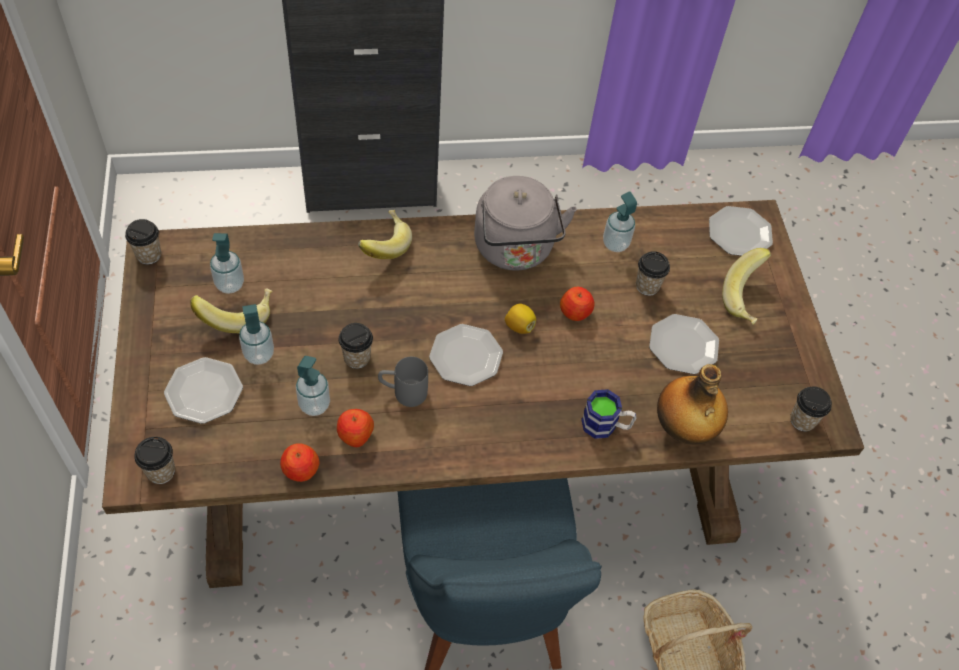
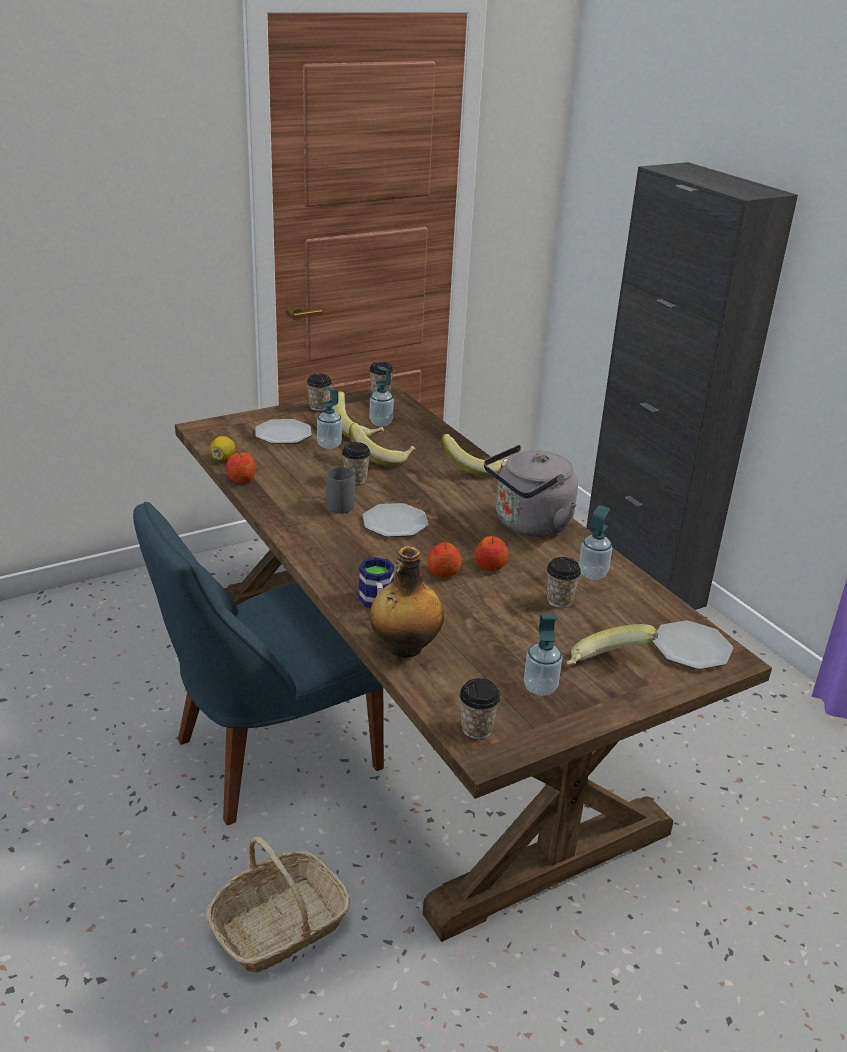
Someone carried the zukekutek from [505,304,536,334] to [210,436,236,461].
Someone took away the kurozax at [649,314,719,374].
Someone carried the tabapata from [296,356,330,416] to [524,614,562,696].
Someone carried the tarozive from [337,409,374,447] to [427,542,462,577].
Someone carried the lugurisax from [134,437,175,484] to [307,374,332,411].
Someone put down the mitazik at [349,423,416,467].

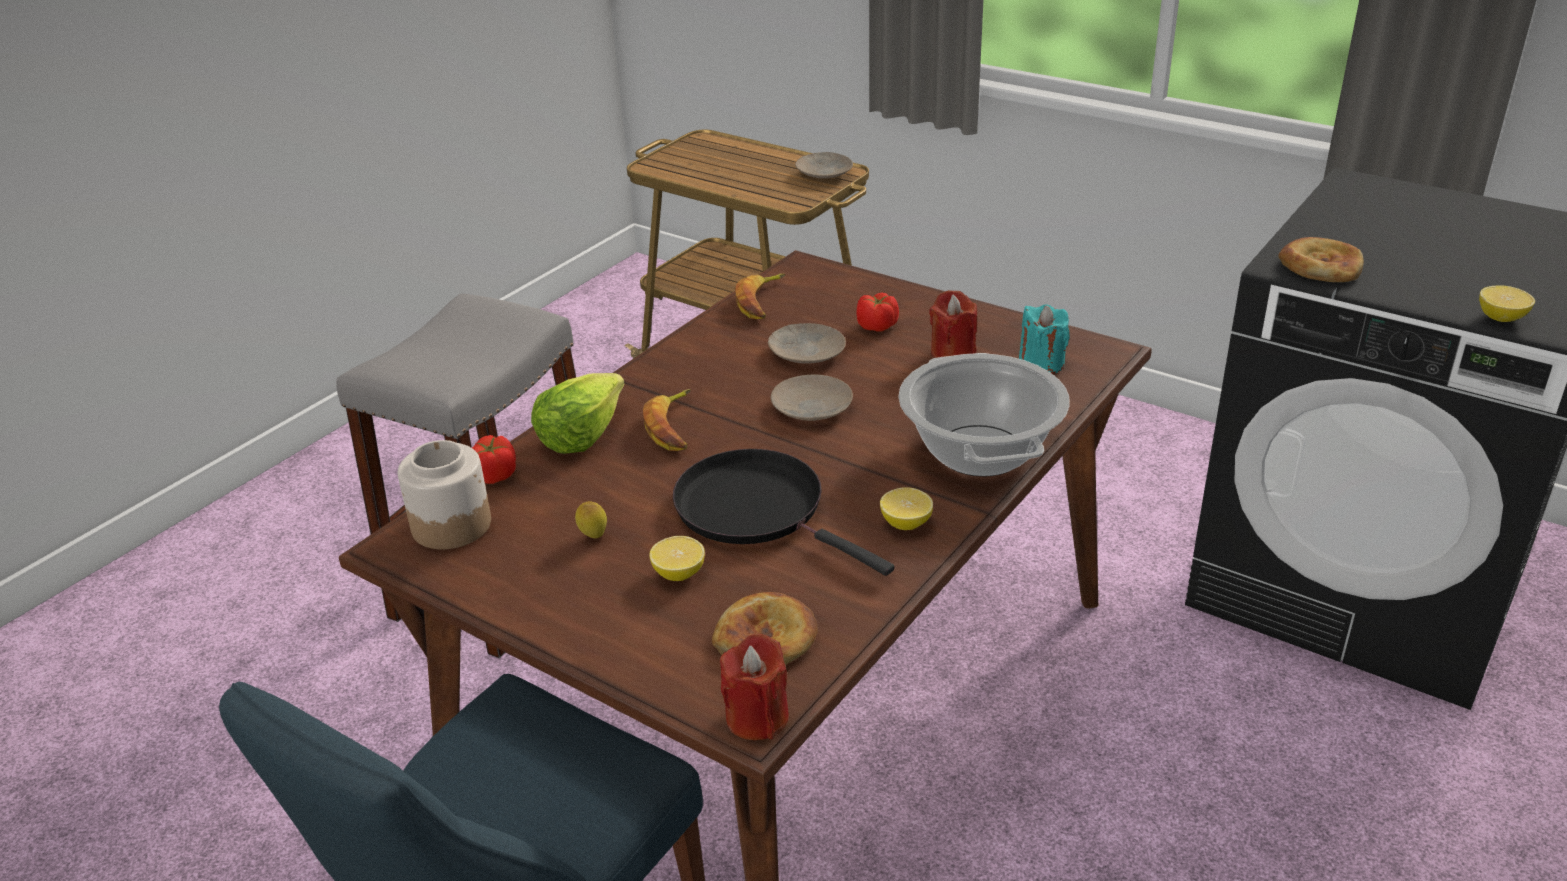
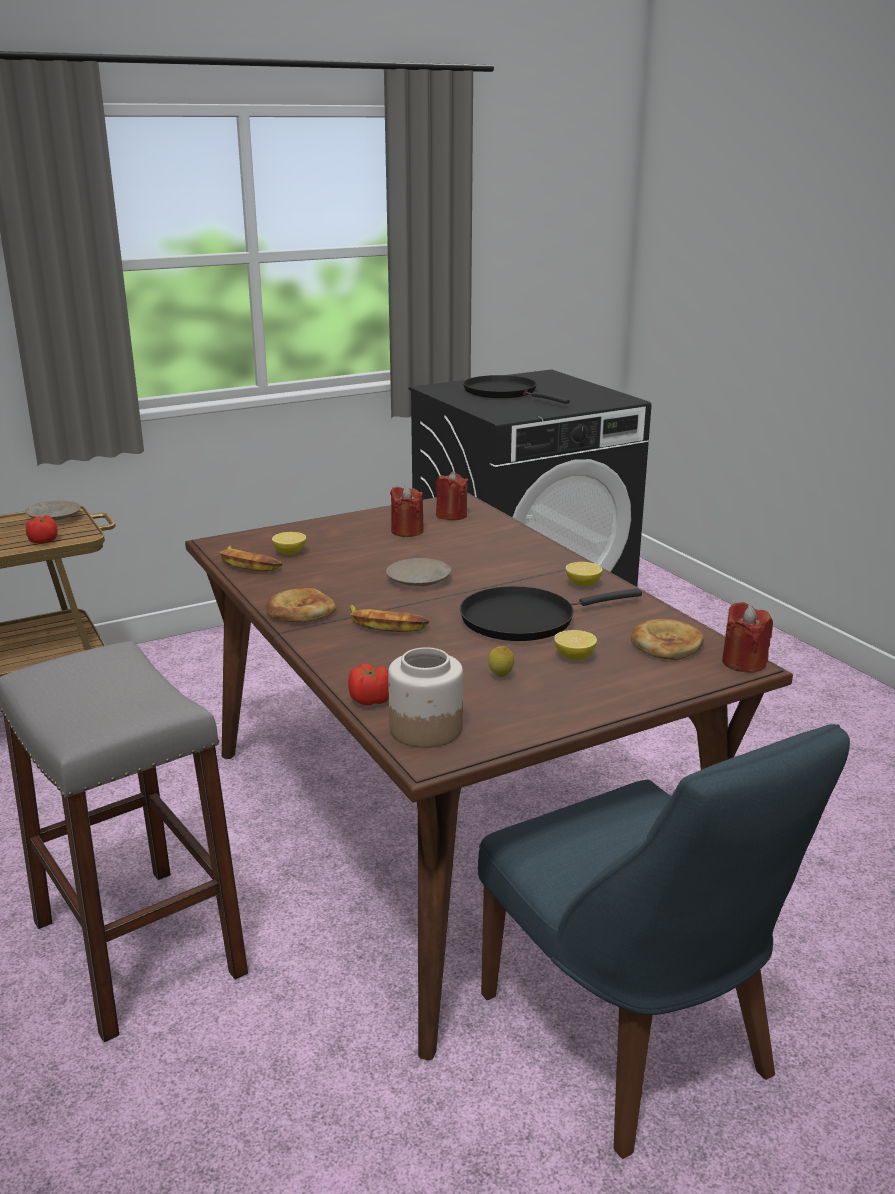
Someone carried the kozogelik from [1278,237,1364,282] to [266,588,337,622].
Someone carried the zukekutek from [1479,285,1535,322] to [272,532,306,555].
Someone carried the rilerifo from [856,293,899,332] to [26,515,58,544].
Someone repainted the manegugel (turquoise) at [1019,304,1070,374], which became the manegugel (red) at [436,471,468,520].
Someone took away the kurozax (beige) at [768,323,846,364].
Someone took away the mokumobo at [898,353,1070,477].
Someone took away the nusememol at [531,373,625,454].
Someone put down the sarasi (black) at [463,375,570,404].

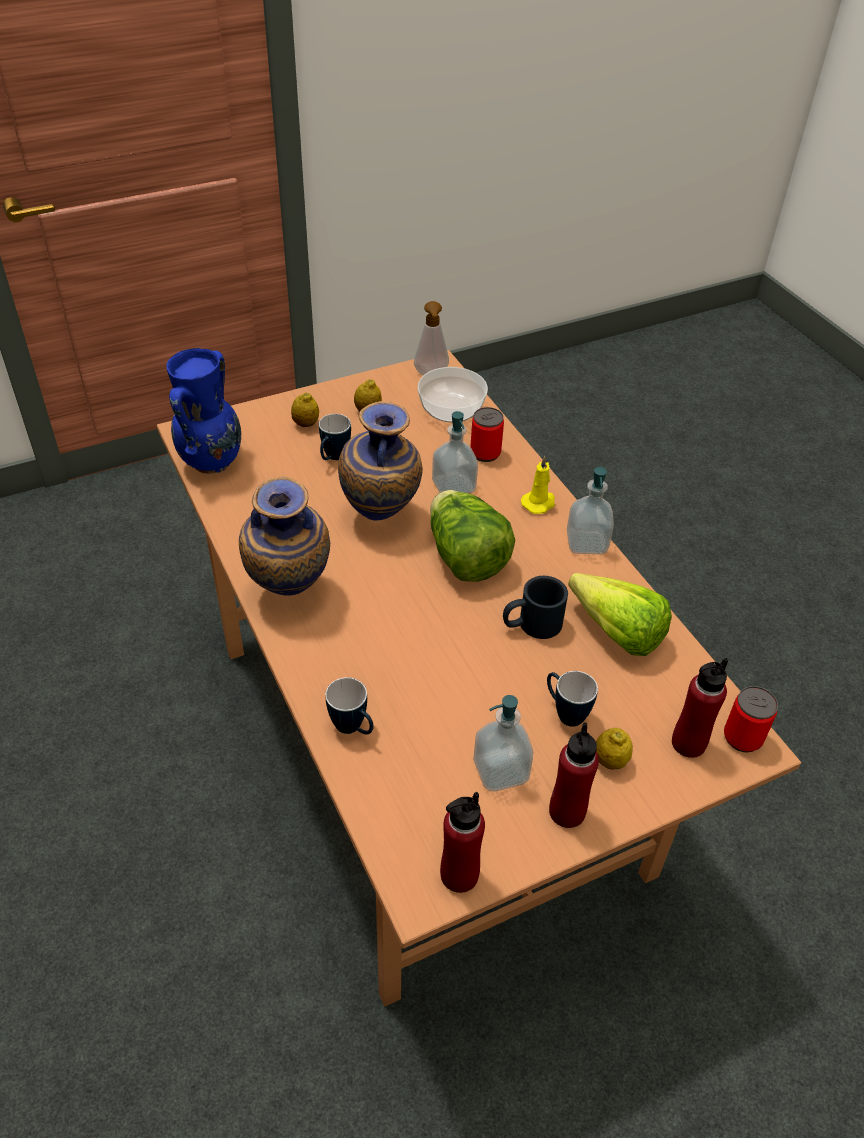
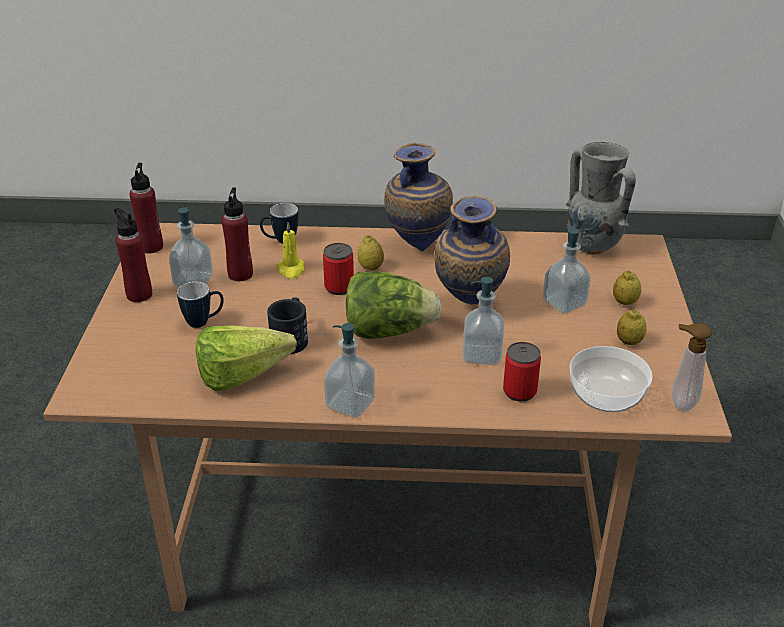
Someone repainted the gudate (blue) at [167,348,241,474], which became the gudate (grey) at [565,142,636,255].
Someone swapped the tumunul at [319,414,351,460] for the tabapata at [543,228,591,314].
Someone carried the manegugel (yellow) from [521,456,555,514] to [277,222,305,279].
Someone carried the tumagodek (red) from [672,658,728,758] to [222,187,253,281].
Someone carried the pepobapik from [724,686,778,753] to [323,243,354,295].
Someone carried the zukekutek from [596,728,633,770] to [358,235,384,270].

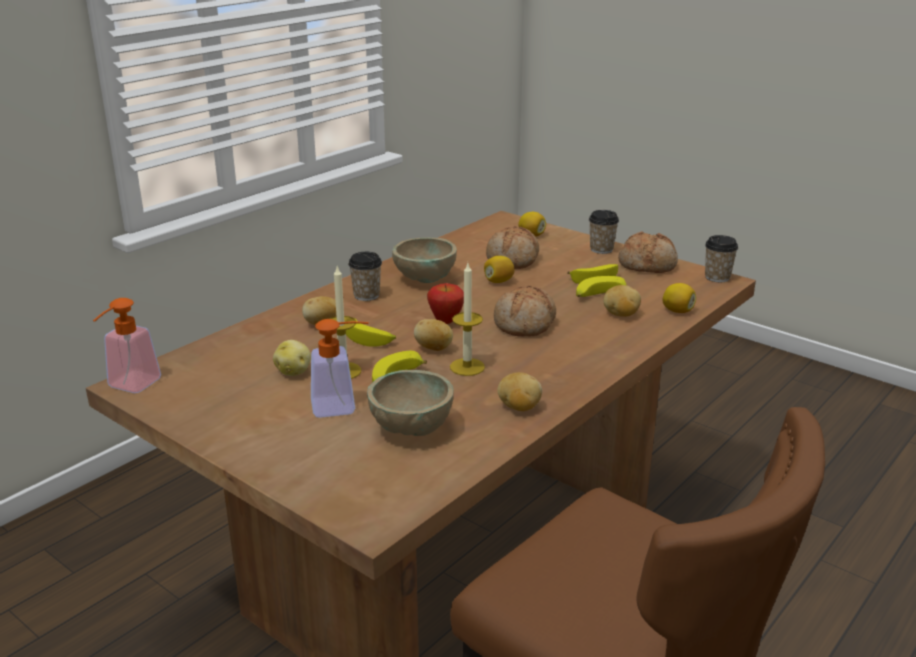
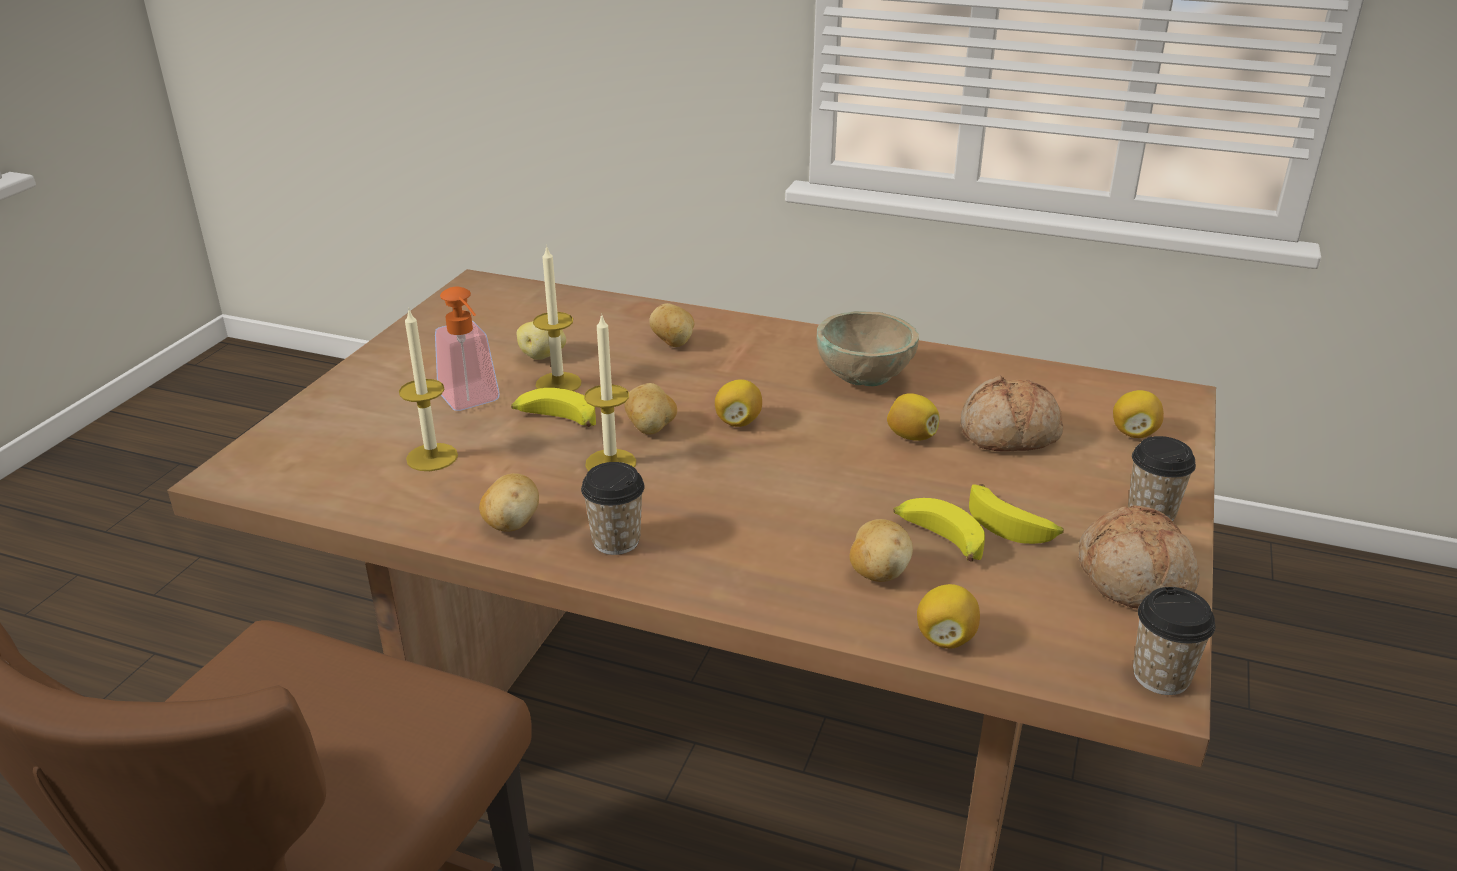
Someone carried the lugurisax from [348,252,382,301] to [581,462,645,555].
Someone swapped the tarozive at [427,283,464,324] for the zukekutek at [715,379,762,427].
Someone took away the kozogelik at [494,286,556,337].
Someone took away the tabapata at [93,298,161,393].
Someone took away the mitazik at [346,318,396,347].
Someone swapped the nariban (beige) at [367,370,454,436] for the manegugel at [399,310,458,471].

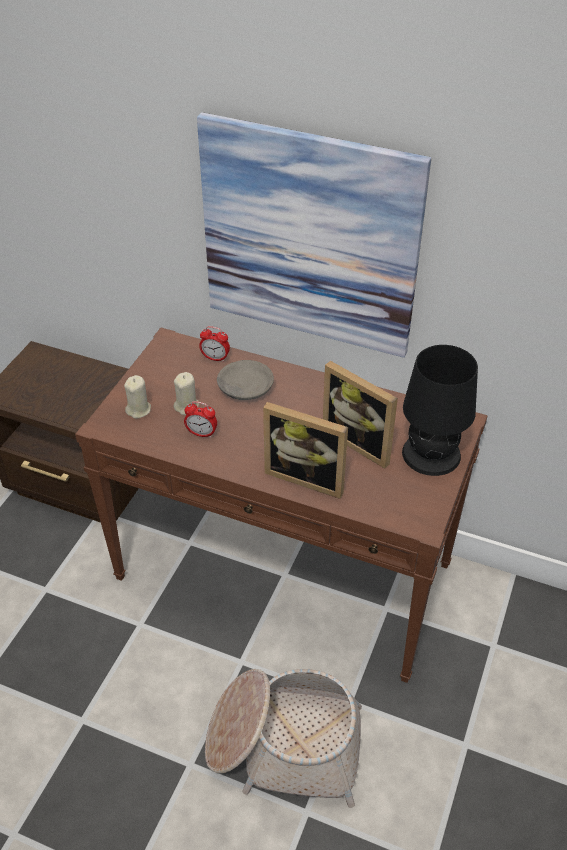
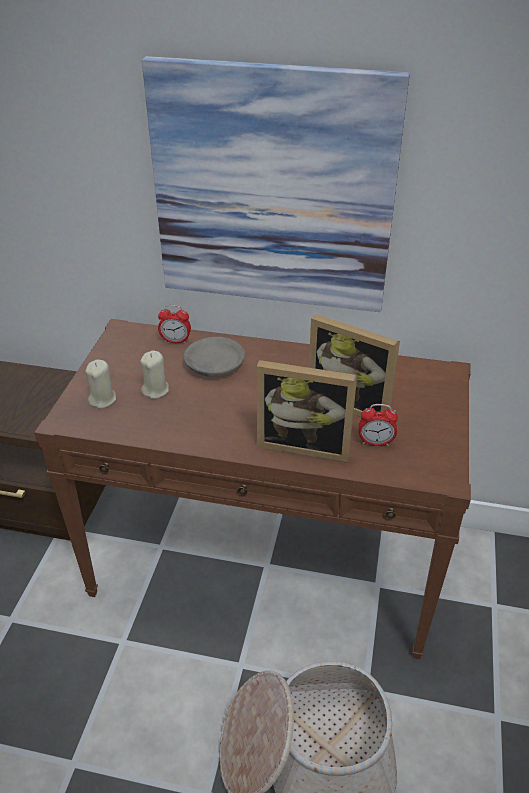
Someone took away the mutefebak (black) at [402,345,478,476].
Someone carried the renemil from [184,401,217,438] to [359,404,398,446].

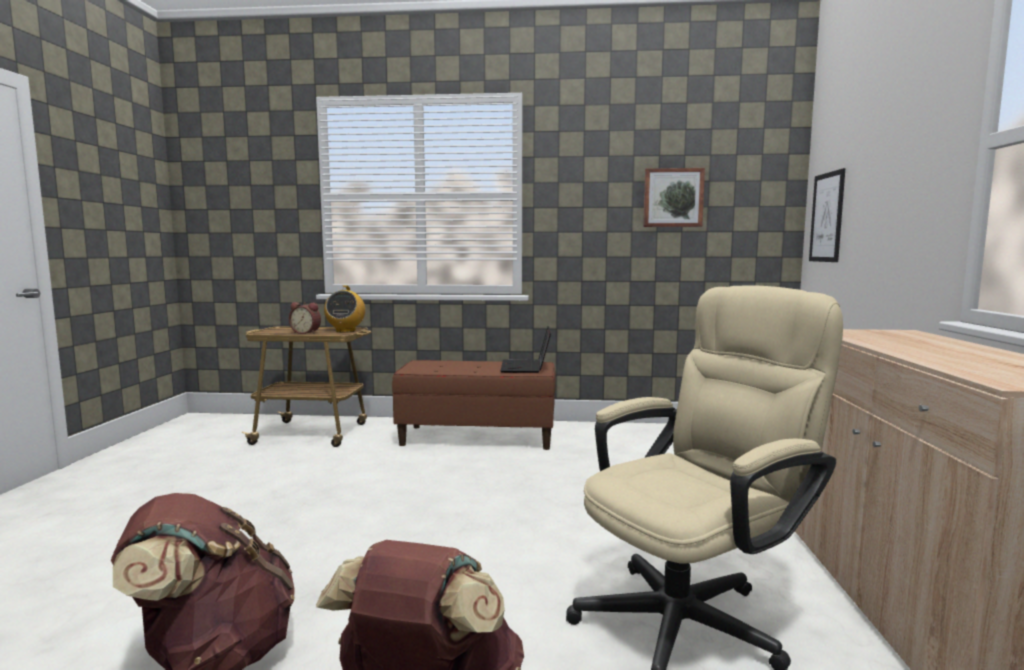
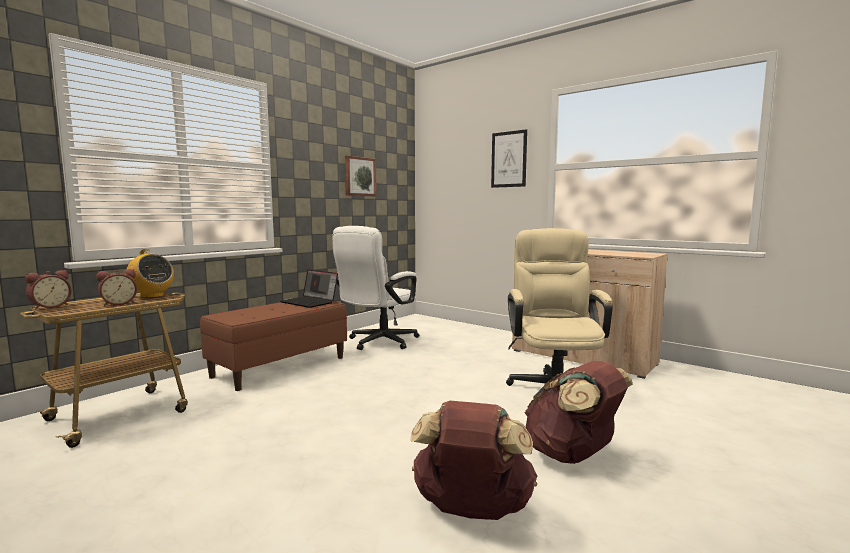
Someone carried the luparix from [809,168,845,262] to [491,129,527,188].
Someone put down the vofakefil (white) at [332,226,420,350].
Someone put down the renemil at [25,270,71,310].

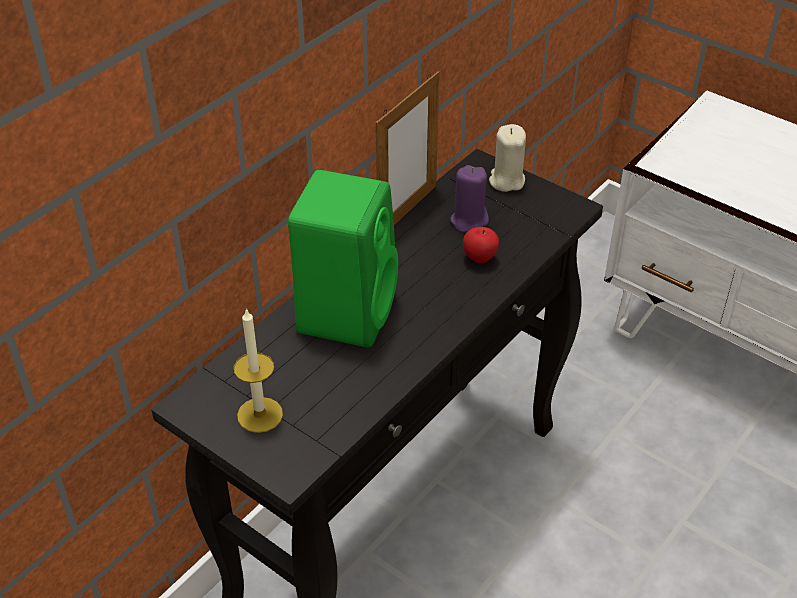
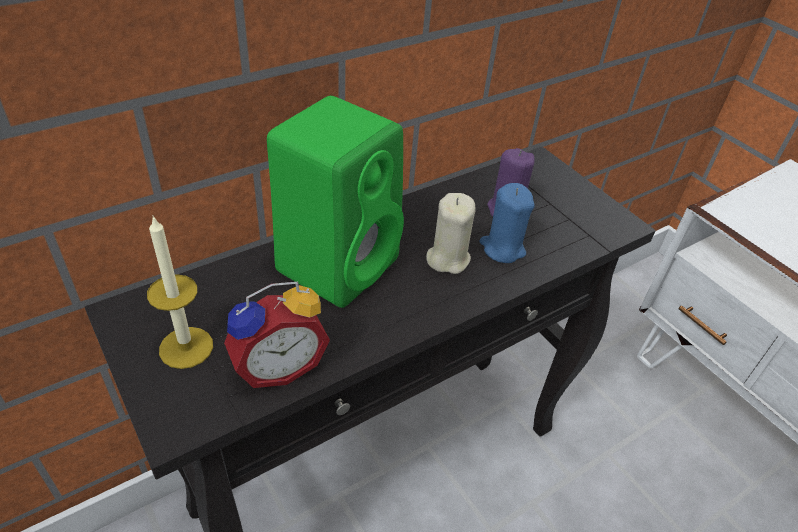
Someone took away the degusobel at [376,71,439,225].
Someone carried the manegugel (beige) from [489,124,526,192] to [426,193,475,274].
Someone swapped the tarozive at [463,227,499,263] for the manegugel (blue) at [480,183,535,263].
Someone put down the renemil at [224,282,330,388].

